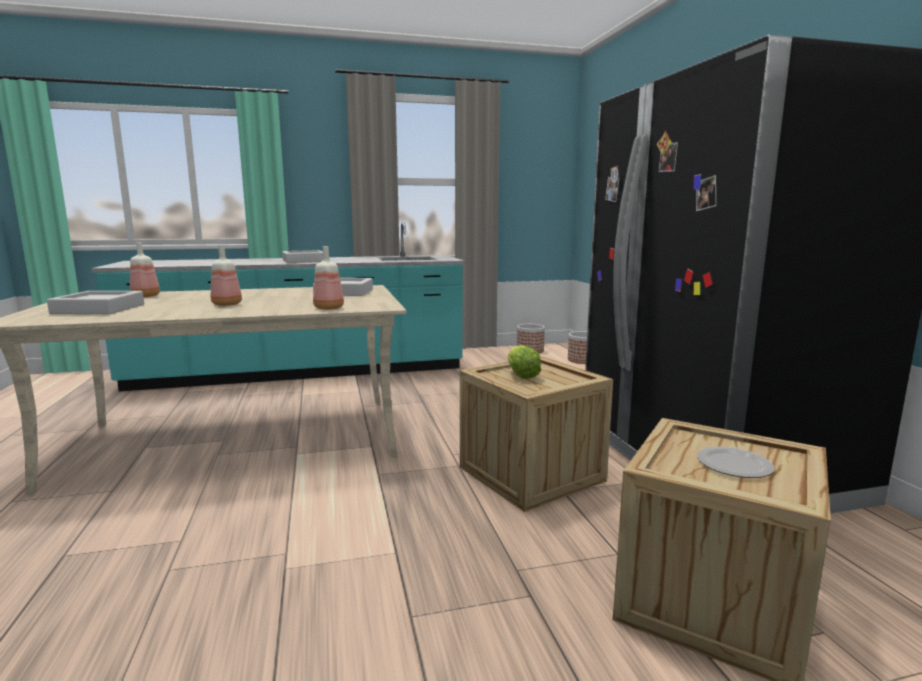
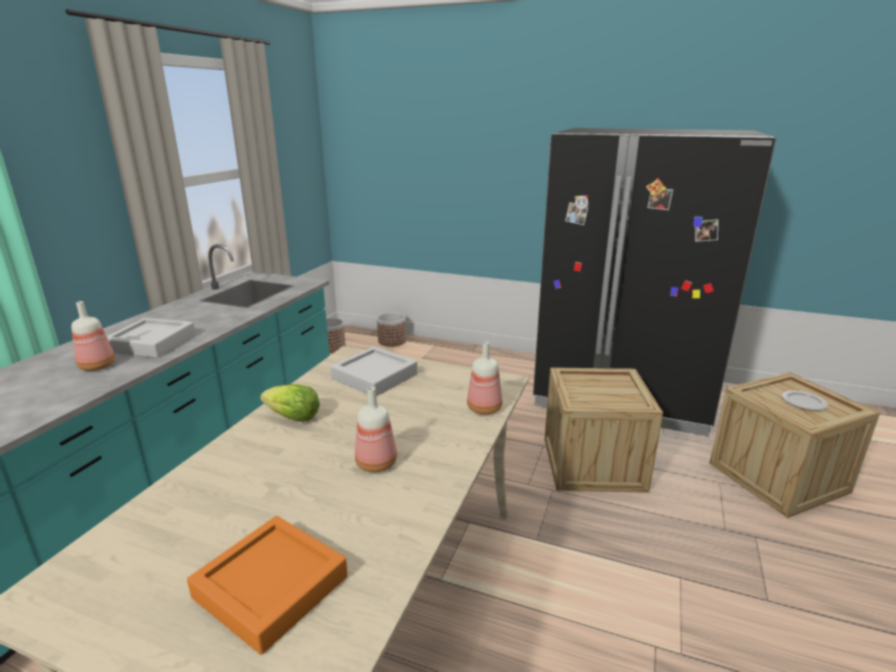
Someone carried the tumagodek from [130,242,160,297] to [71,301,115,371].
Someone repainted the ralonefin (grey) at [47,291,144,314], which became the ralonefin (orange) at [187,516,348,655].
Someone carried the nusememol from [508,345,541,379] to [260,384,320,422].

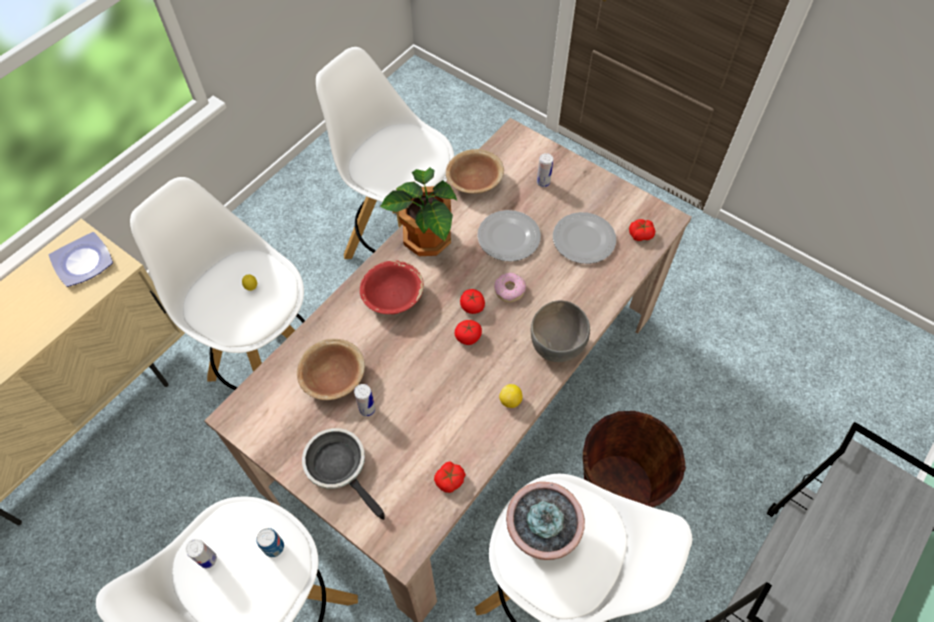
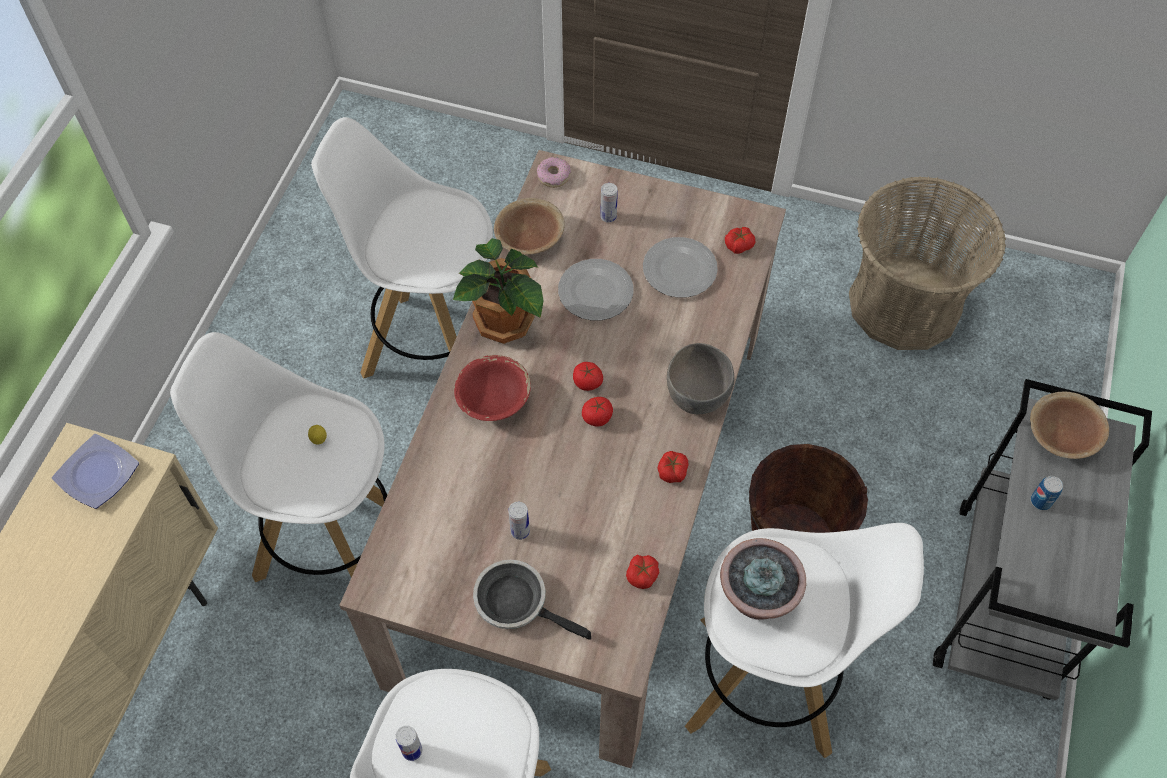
Someone carried the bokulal from [494,273,526,302] to [537,157,571,188].
Someone carried the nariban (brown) from [297,339,365,400] to [1030,391,1109,459].
Someone swapped the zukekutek at [499,384,523,408] for the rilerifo at [657,451,688,483].
Someone carried the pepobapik from [256,528,284,557] to [1031,476,1063,510].
Someone put down the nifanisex at [849,176,1006,350].

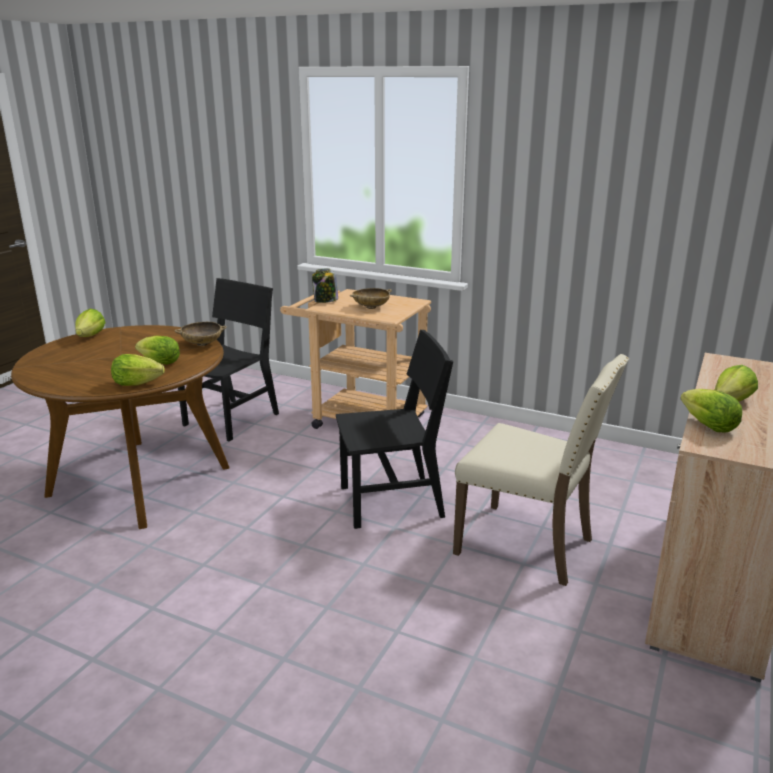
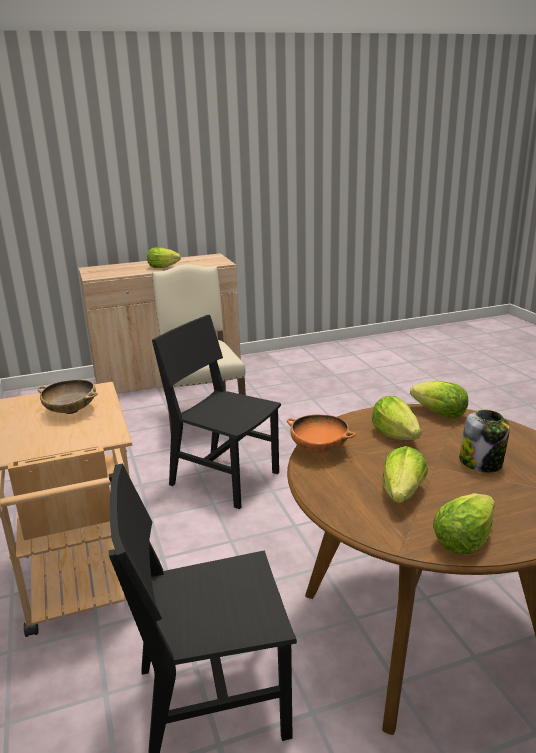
Someone carried the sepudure from [312,268,338,303] to [459,409,510,472].
Someone repainted the nariban (beige) at [174,322,227,346], which became the nariban (orange) at [287,415,356,453].
Someone carried the nusememol from [680,389,742,432] to [382,446,428,503].

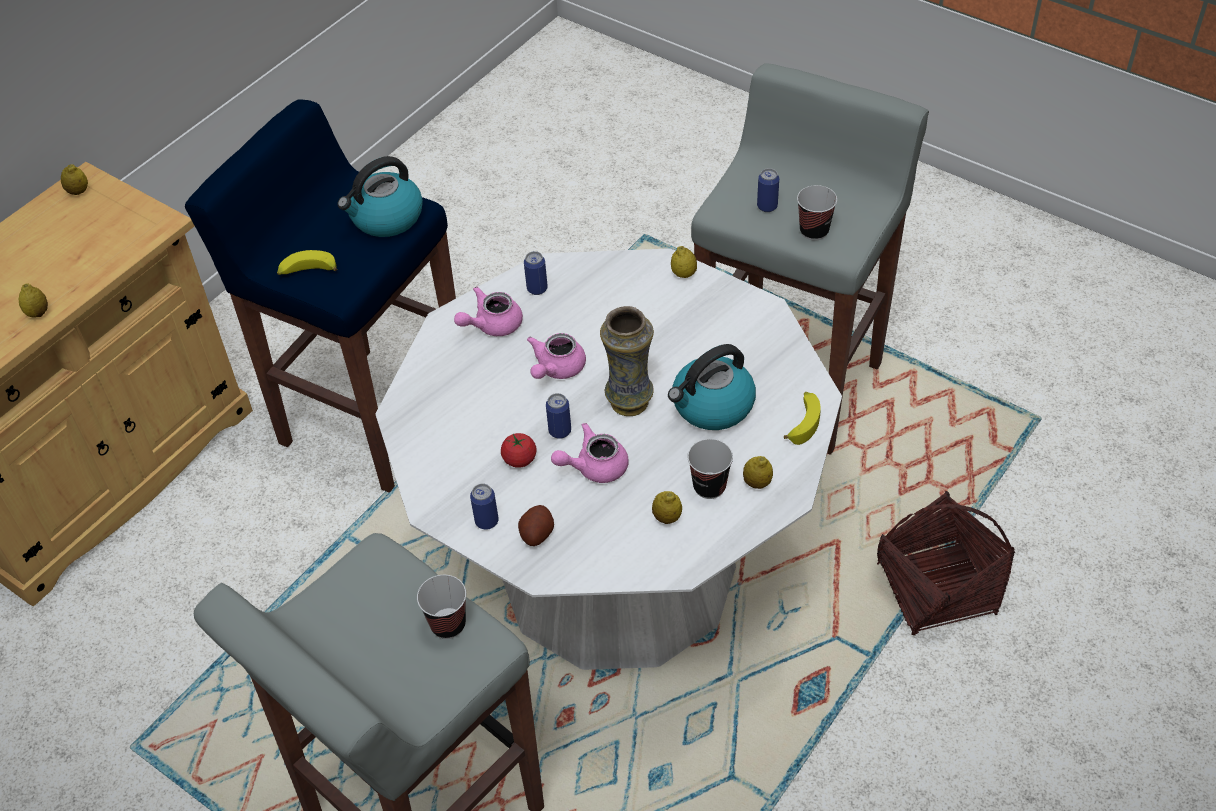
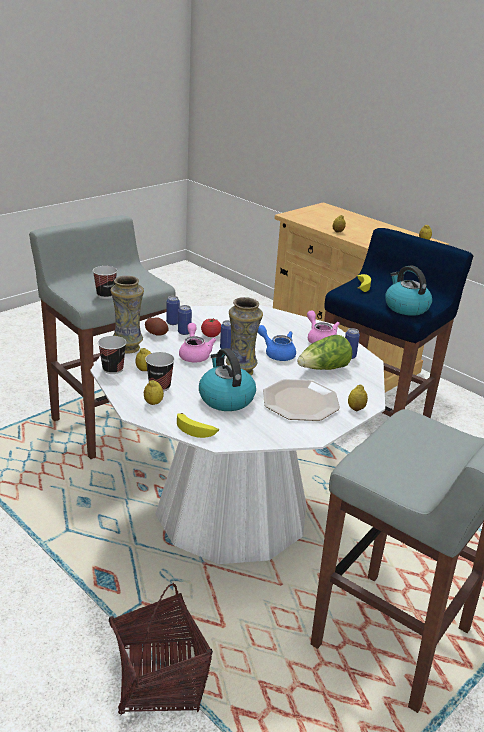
Someone carried the pepobapik from [757,168,779,212] to [178,305,192,335].
Someone carried the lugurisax from [797,185,837,241] to [98,336,126,374].
Someone repainted the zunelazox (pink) at [527,333,586,379], which became the zunelazox (blue) at [258,325,296,361].
Someone put down the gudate at [111,276,144,354].
Someone put down the nusememol at [297,335,352,370].
Someone put down the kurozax at [263,379,340,421].

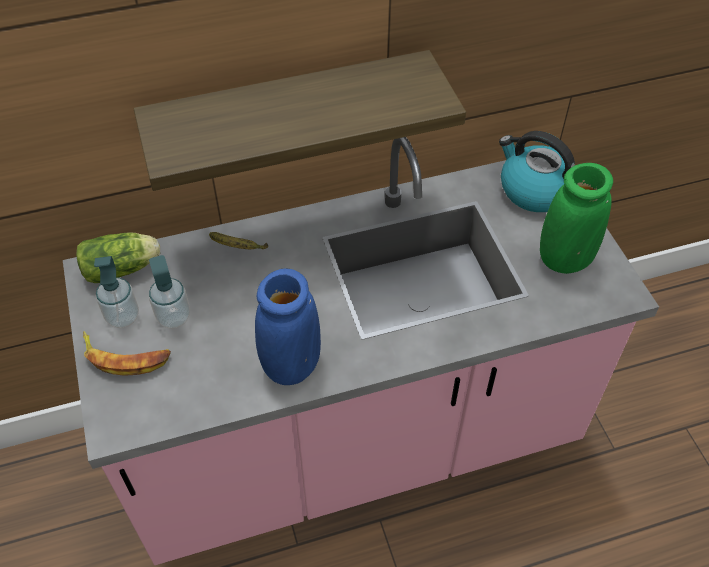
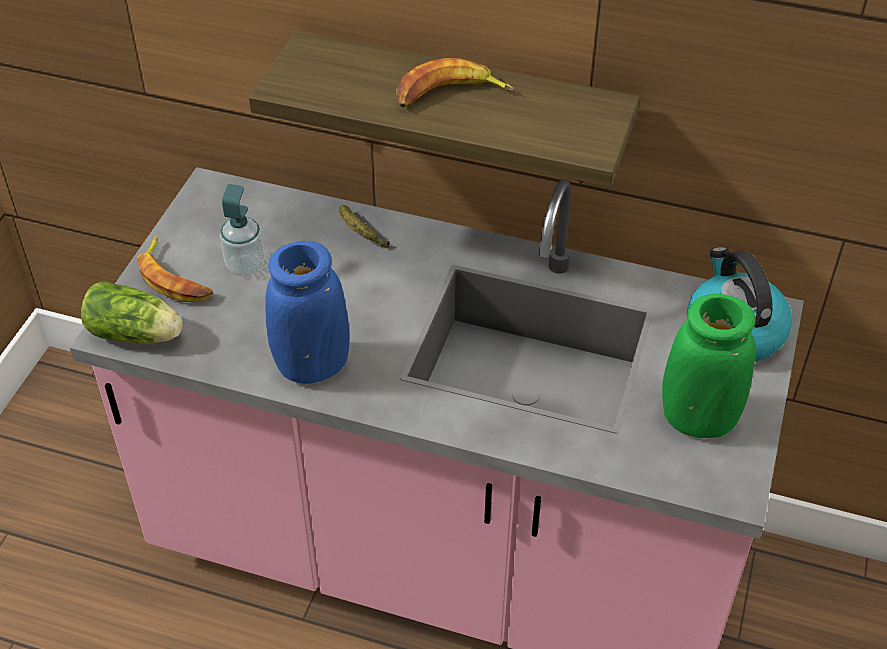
Someone carried the nusememol from [76,232,160,283] to [81,281,183,344].
Someone took away the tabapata at [94,256,139,328].
Someone put down the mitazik at [396,58,514,108].

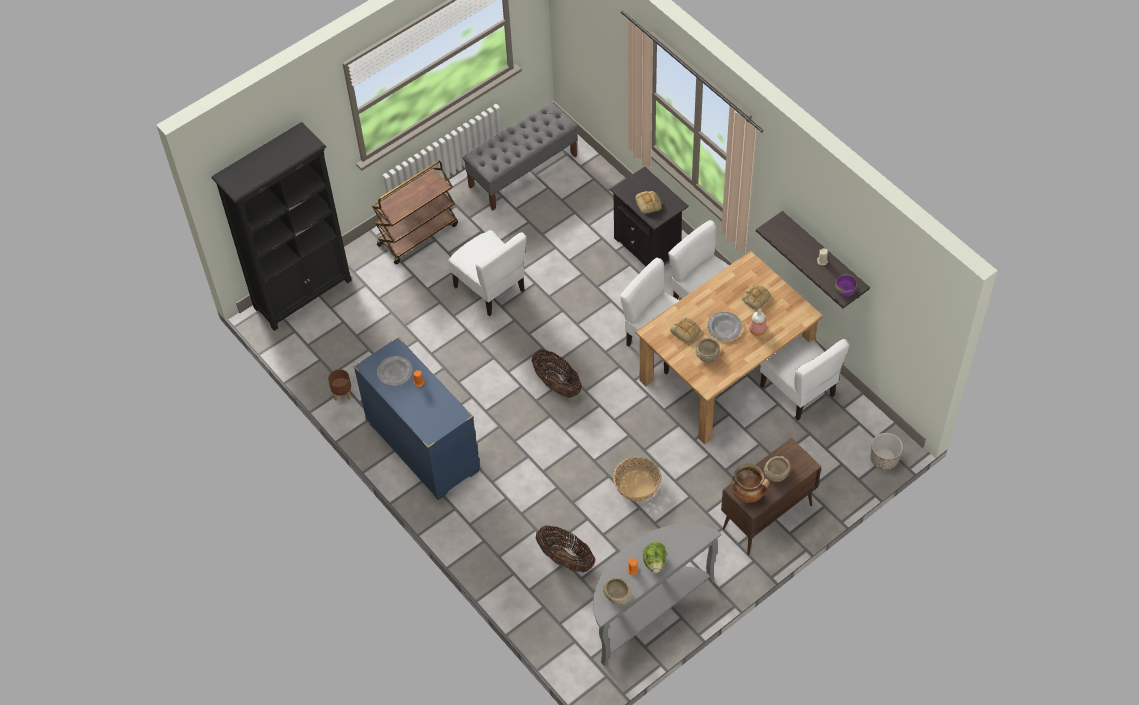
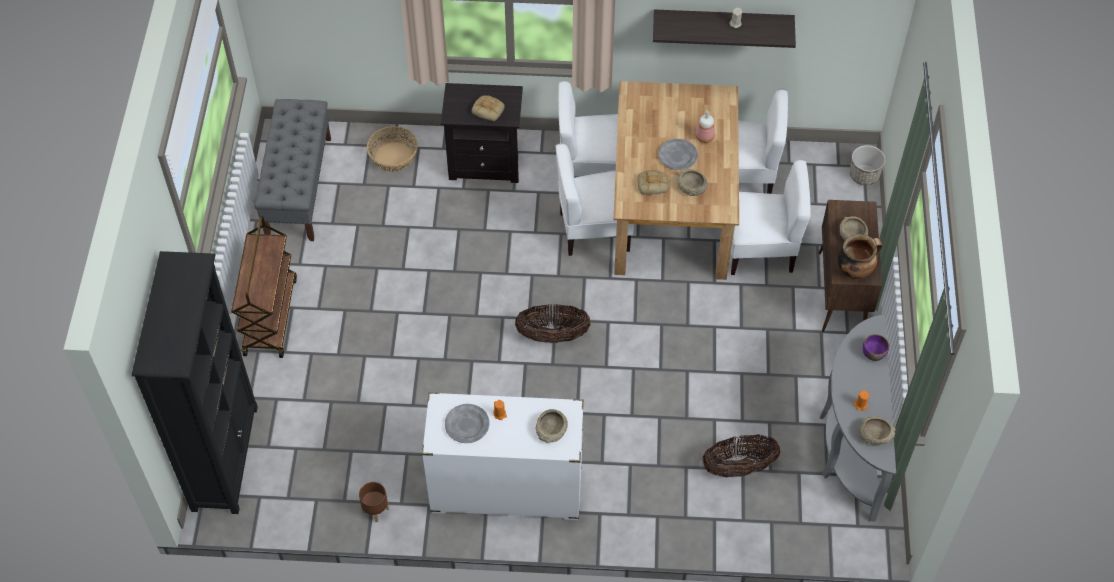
Someone carried the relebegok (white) from [449,230,526,316] to [731,159,811,275].
Someone carried the nariban (purple) from [835,274,857,297] to [863,334,889,361].
Someone took away the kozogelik at [742,285,771,310].
Someone repainted the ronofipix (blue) at [353,337,481,500], which became the ronofipix (white) at [422,392,584,520].
Someone carried the nifanisex from [613,457,662,501] to [367,126,418,172].
Someone took away the nusememol at [643,542,667,573].
Someone put down the nariban (beige) at [536,409,568,443].

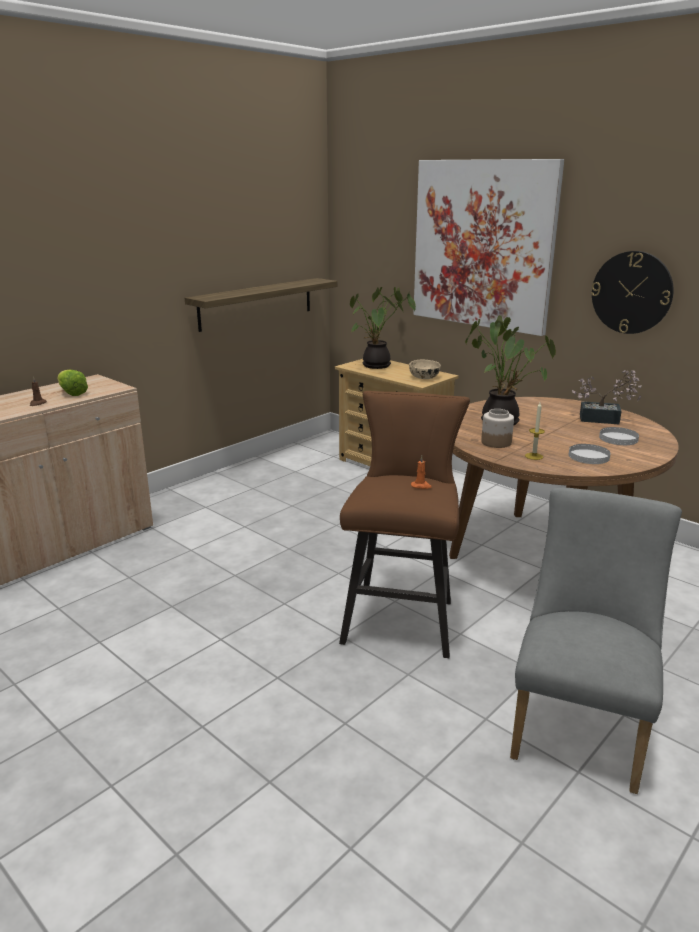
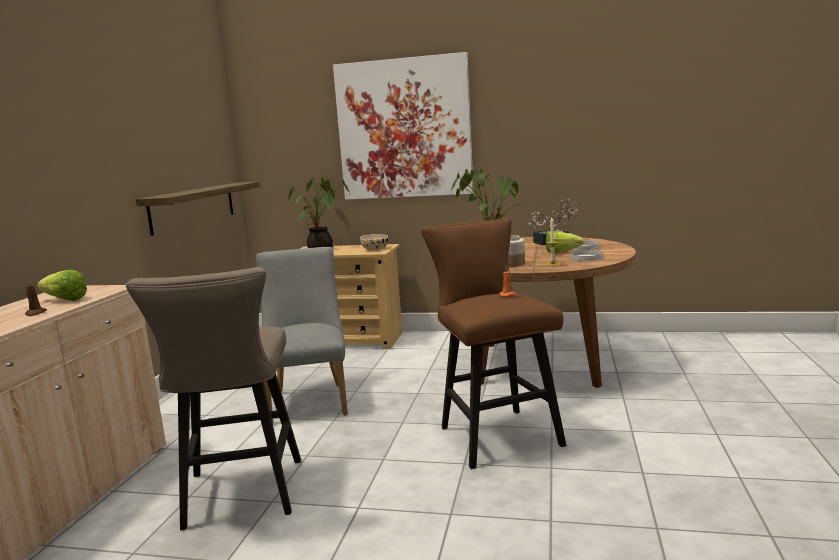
Someone took away the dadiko at [591,251,674,334].
Someone carried the relebegok (grey) from [510,488,682,794] to [256,247,348,423].
Someone put down the nusememol at [546,231,584,253].
Someone put down the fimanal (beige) at [126,267,301,530].

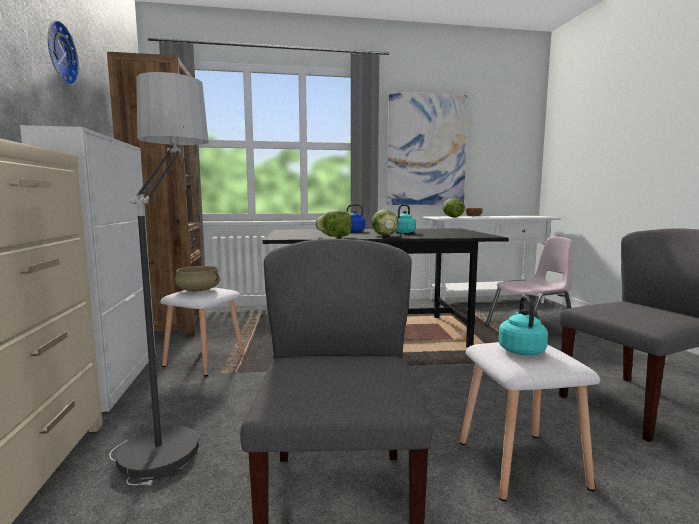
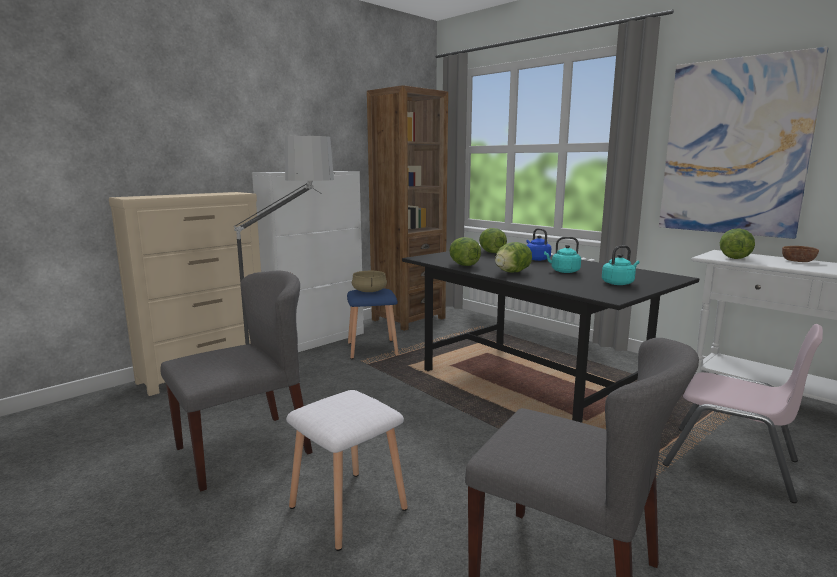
Someone took away the dadiko at [48,20,79,86].
Someone repainted the fimanal (white) at [160,288,245,376], which became the fimanal (blue) at [347,289,399,359].
Someone carried the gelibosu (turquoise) from [499,296,548,355] to [602,245,640,285].
Someone put down the nusememol at [479,228,507,253].

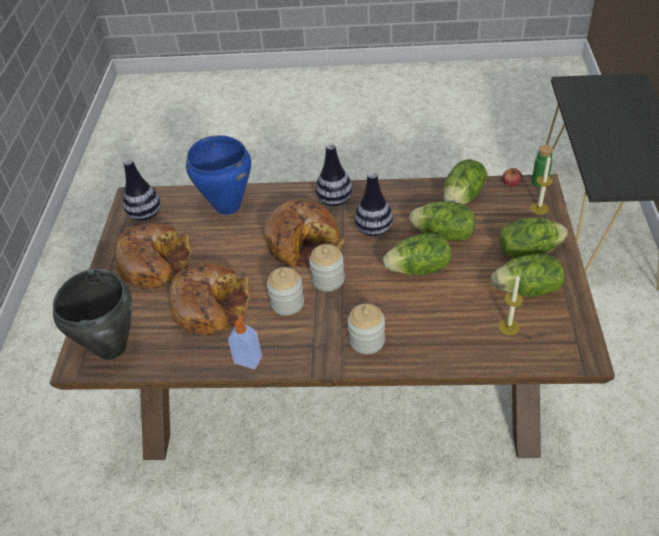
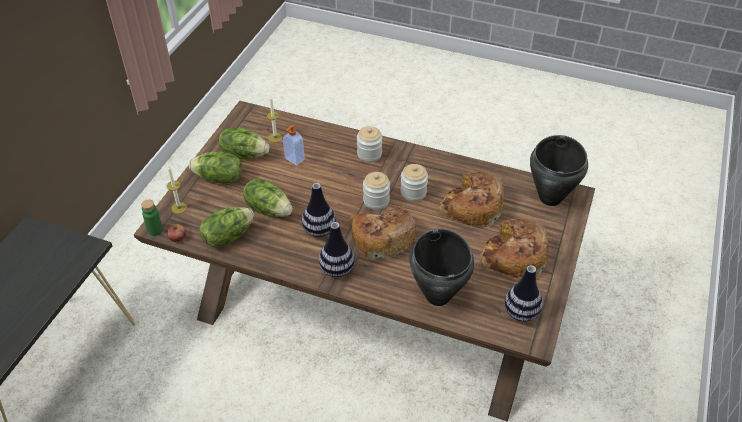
Someone repainted the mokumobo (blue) at [186,135,251,215], which became the mokumobo (black) at [409,229,474,306].
Someone took away the nusememol at [383,233,452,275].
Someone carried the tabapata from [228,314,262,369] to [283,125,305,165].

